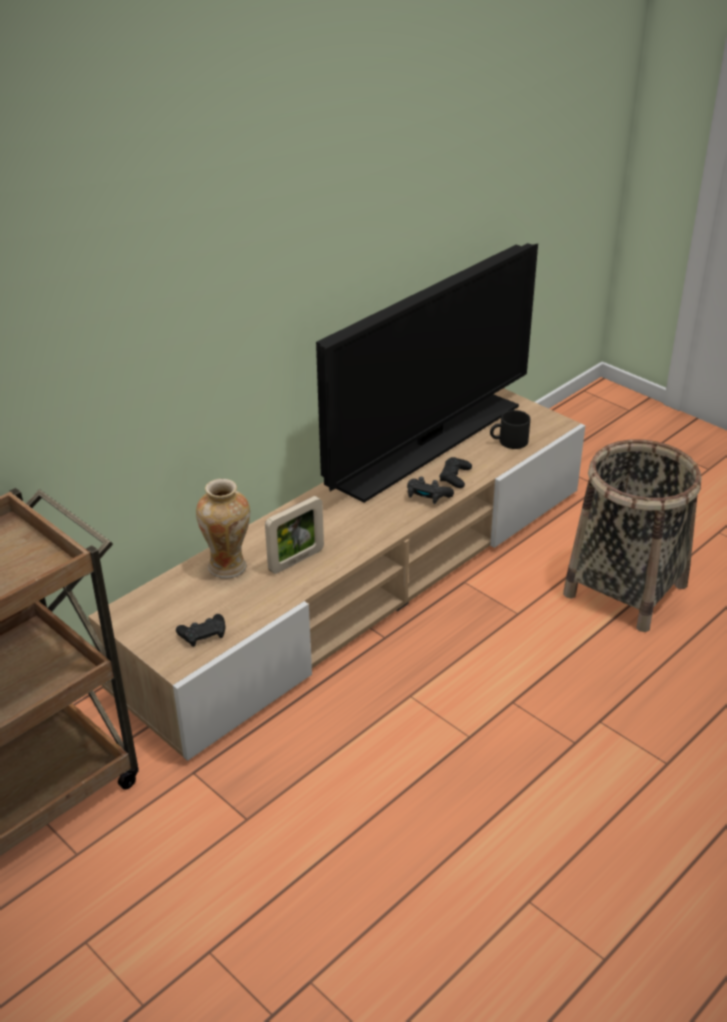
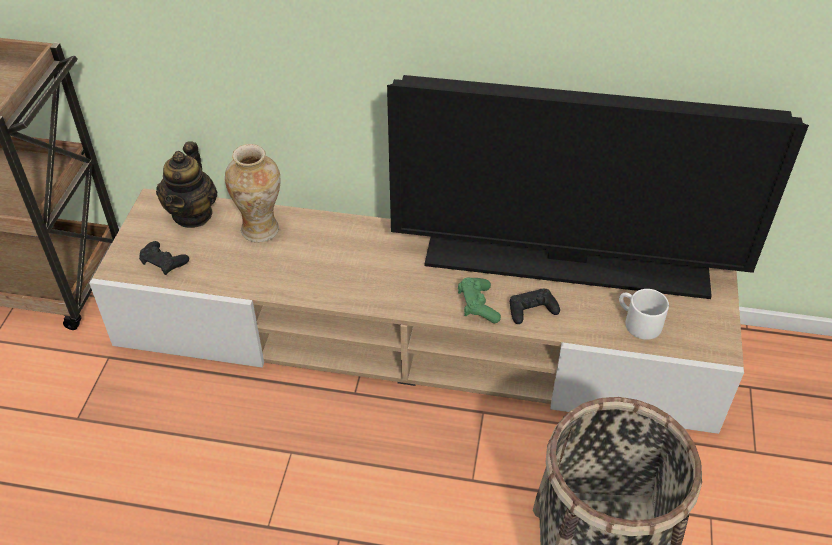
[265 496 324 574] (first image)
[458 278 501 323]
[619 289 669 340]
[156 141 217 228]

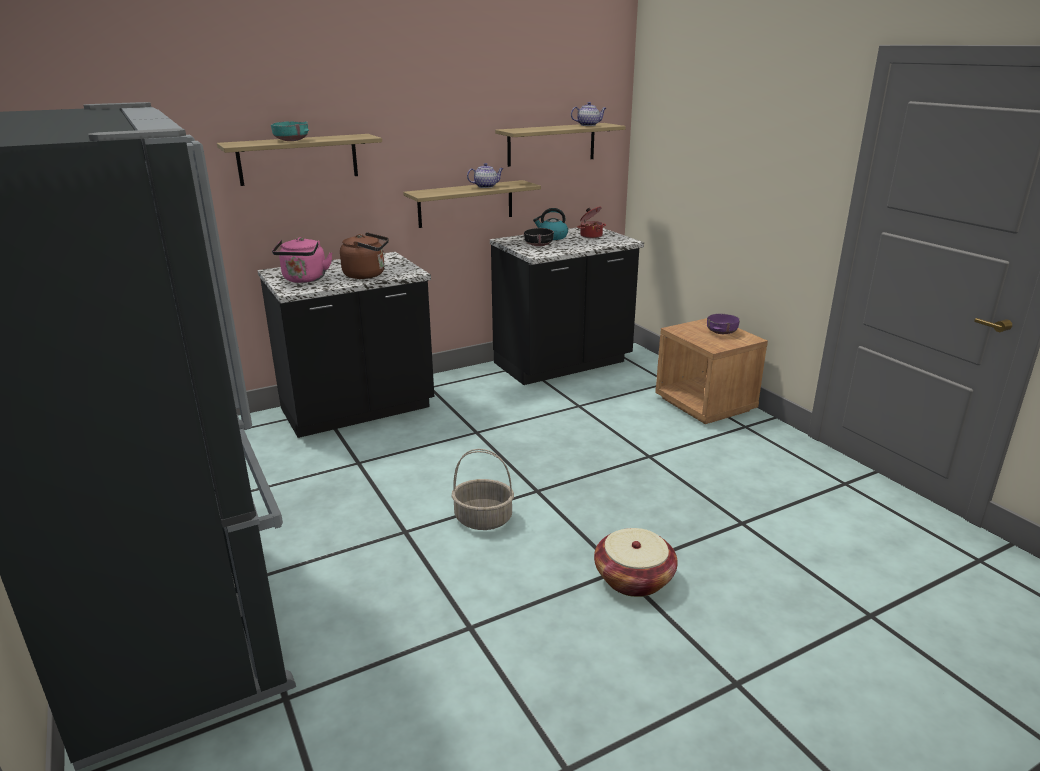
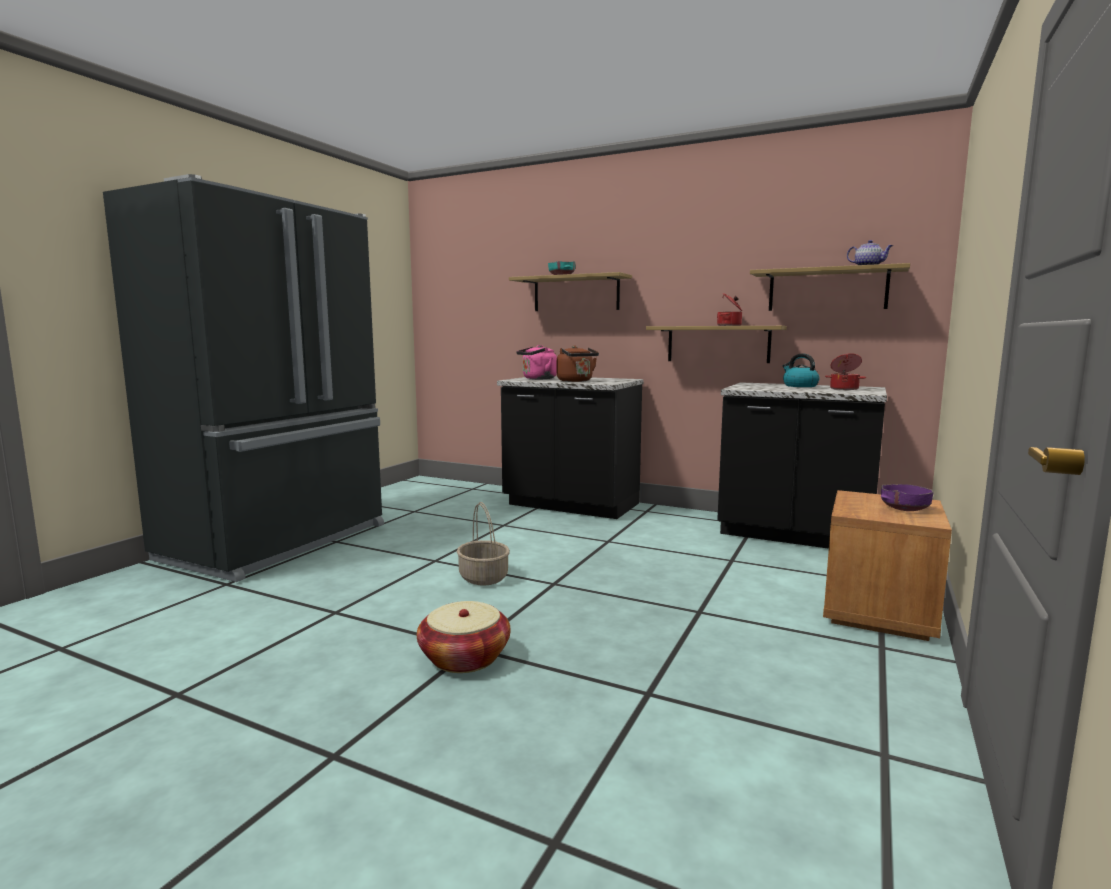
[717 293 742 326]
[524 228 554 246] (first image)

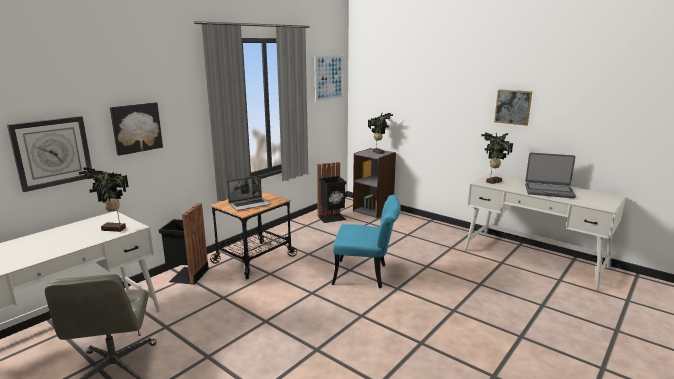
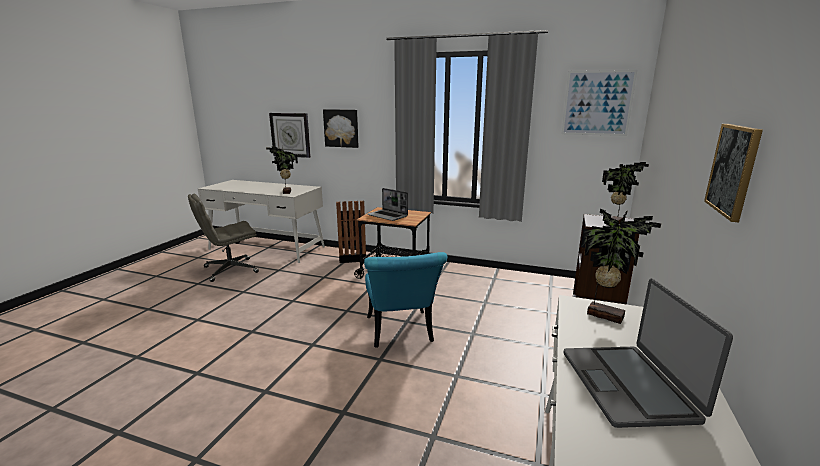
[317 162 347 223] (first image)

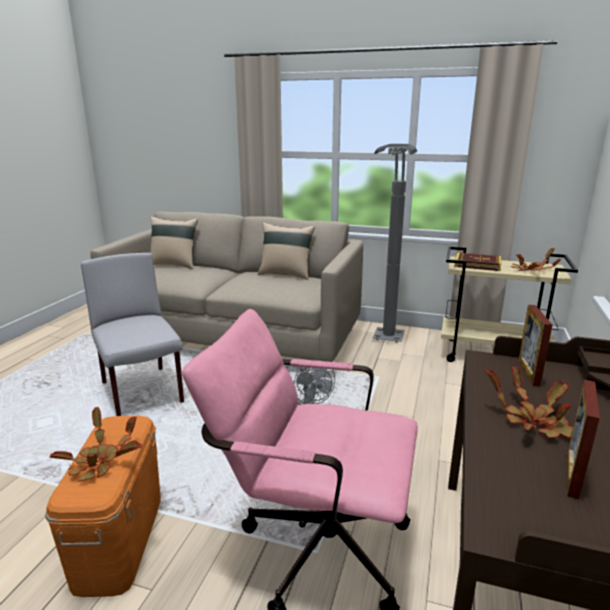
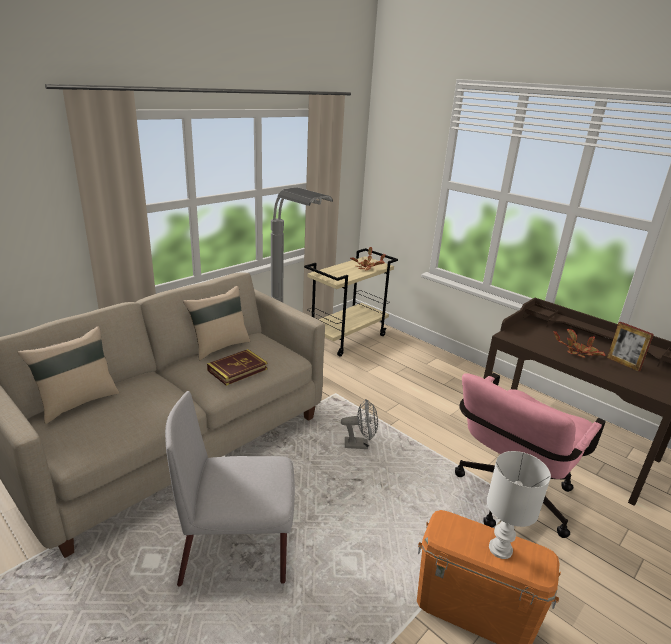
[487 451 551 559]
[207 349 267 386]
[518 305 552 386] (first image)

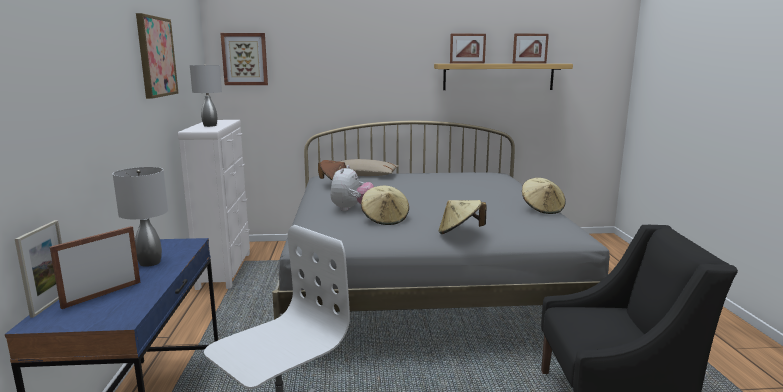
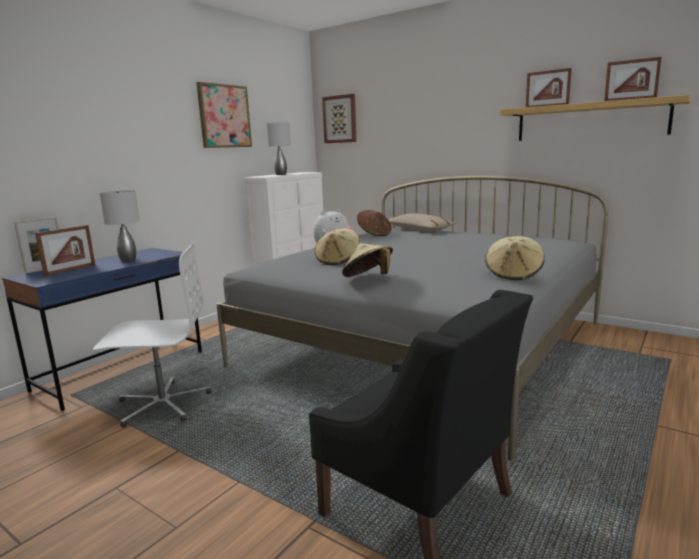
[35 225 95 276]

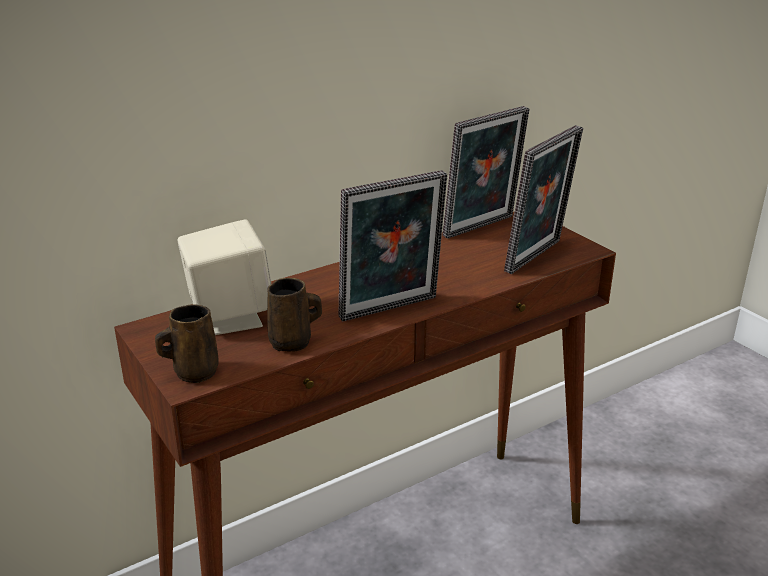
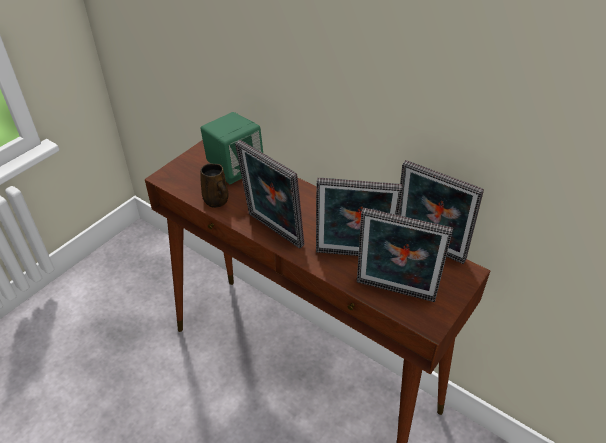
[155 304 218 383] (first image)
[201 112 263 184]
[316 178 403 256]

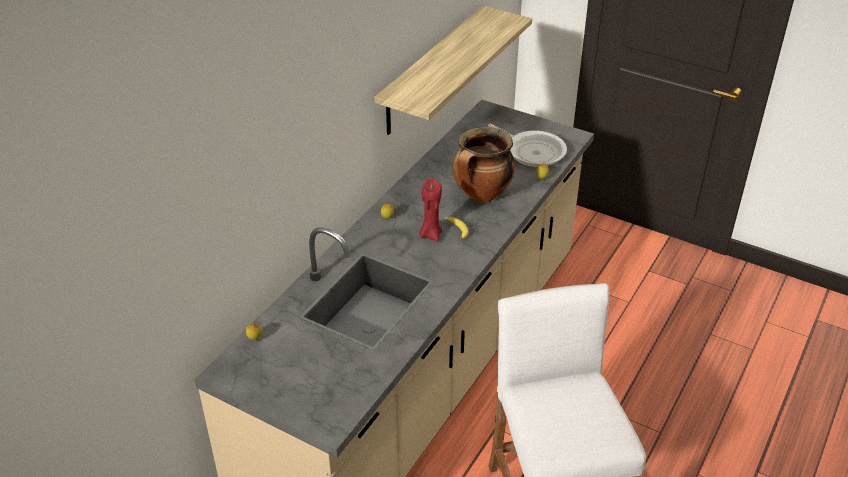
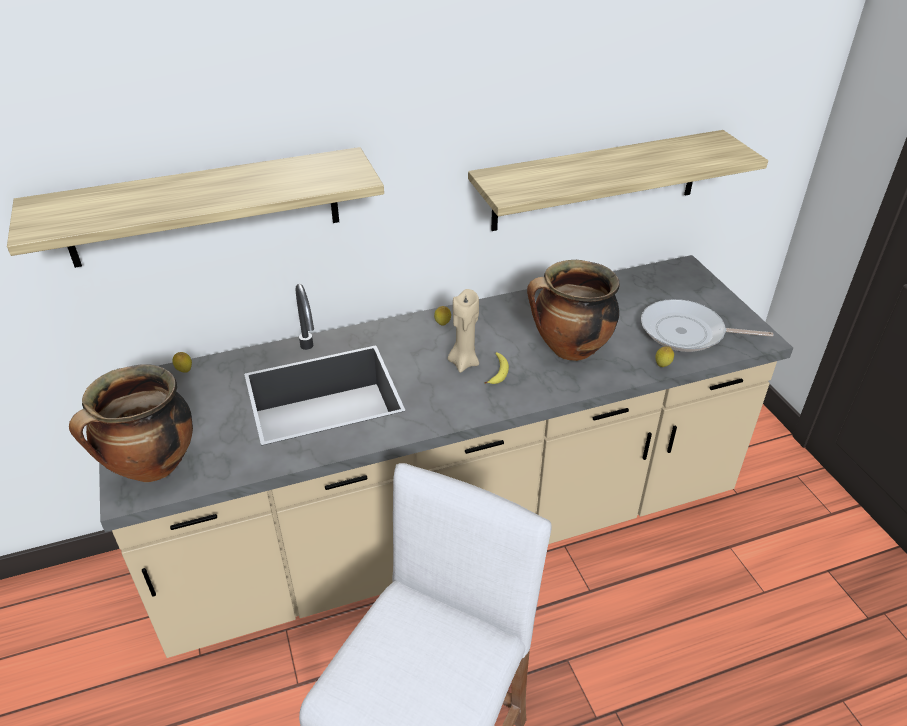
[447 289 479 373]
[641 299 773 352]
[7 147 384 268]
[69 364 193 482]

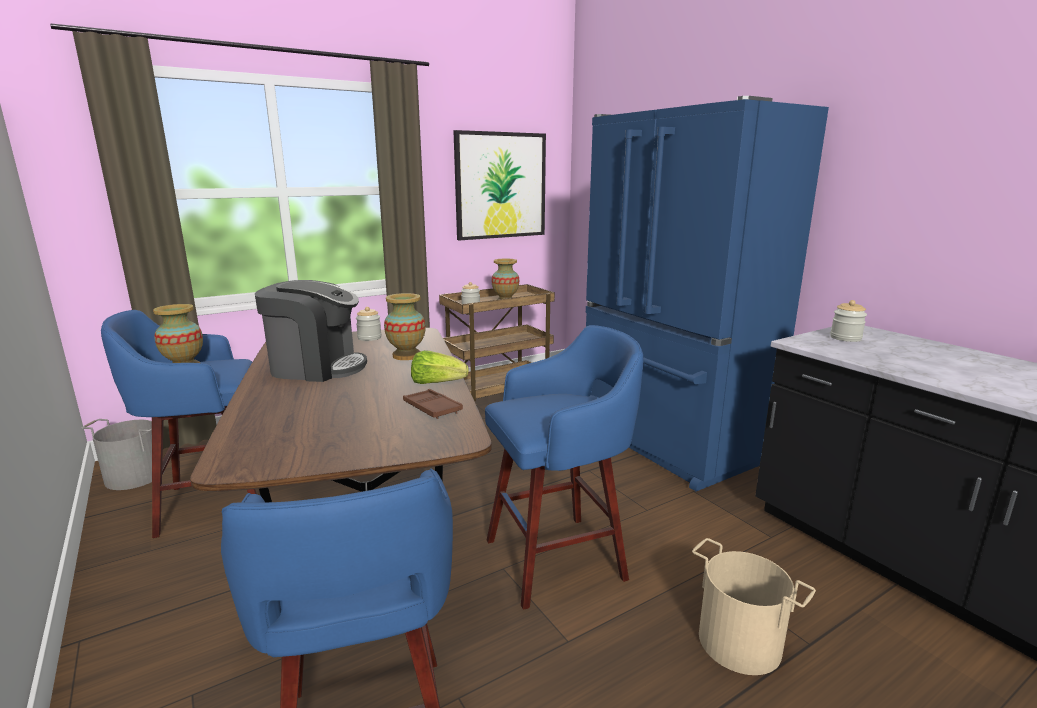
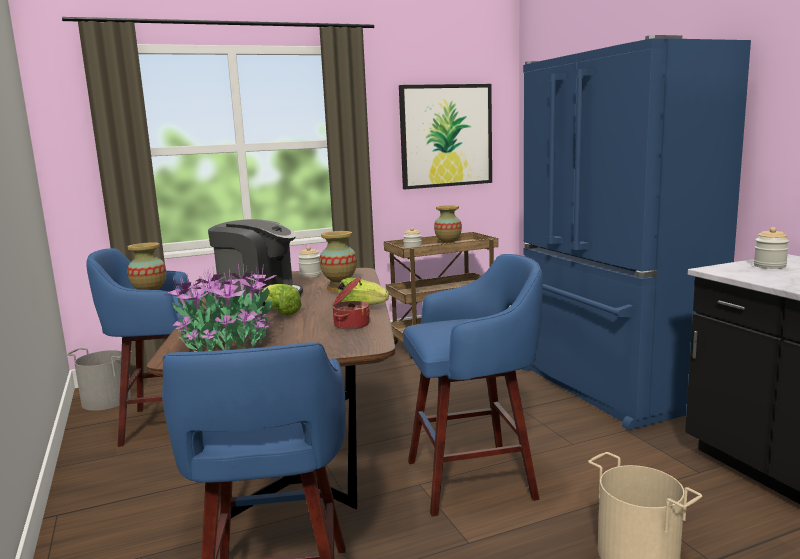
[333 277 370 330]
[166 264 276 352]
[262 284 302 315]

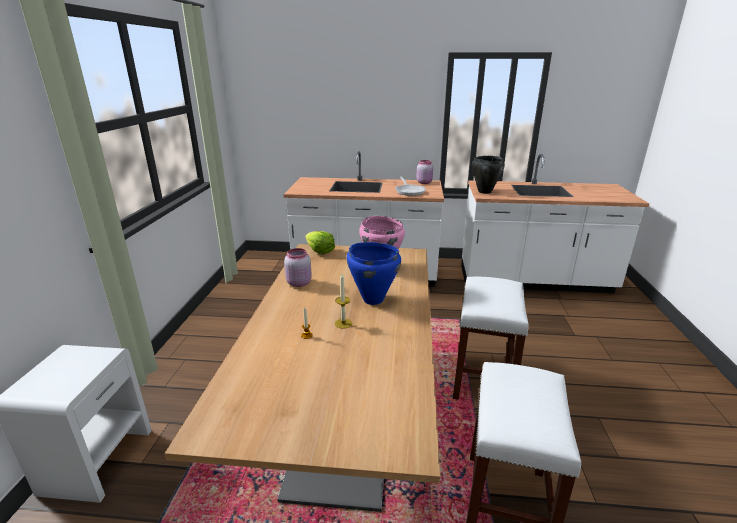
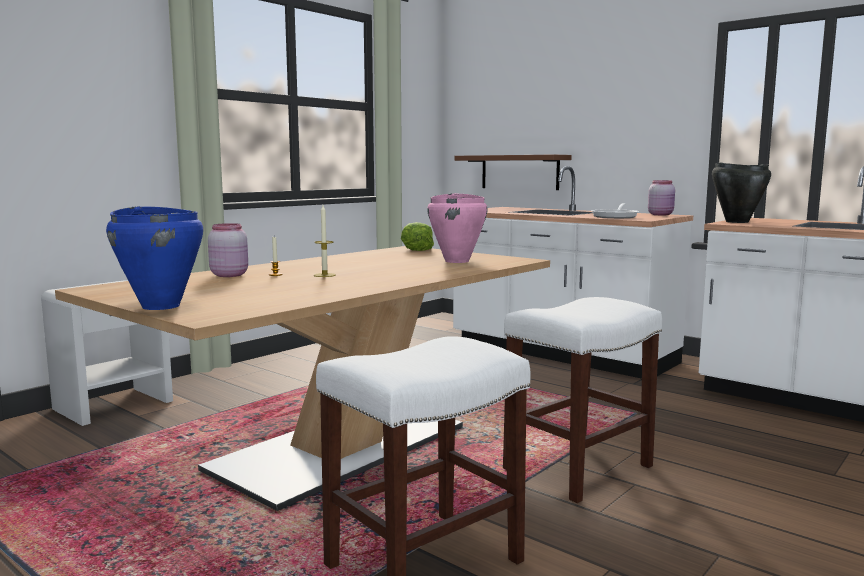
[208 223 248 277]
[106 206 203 310]
[454 155 572 190]

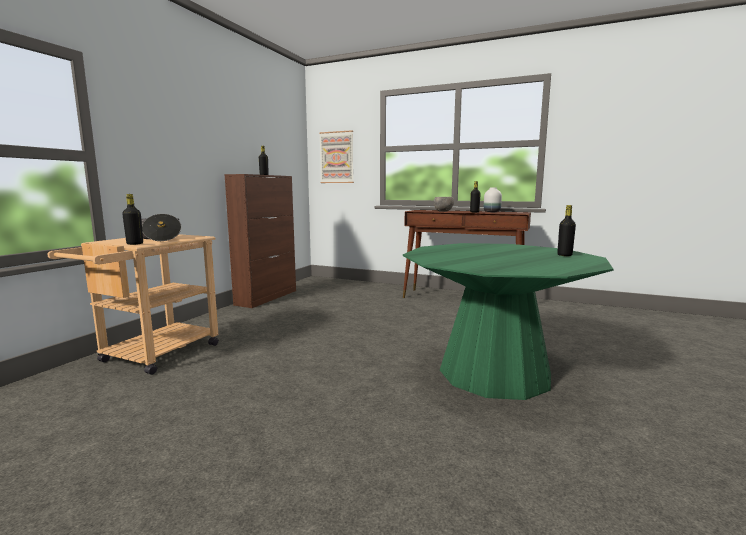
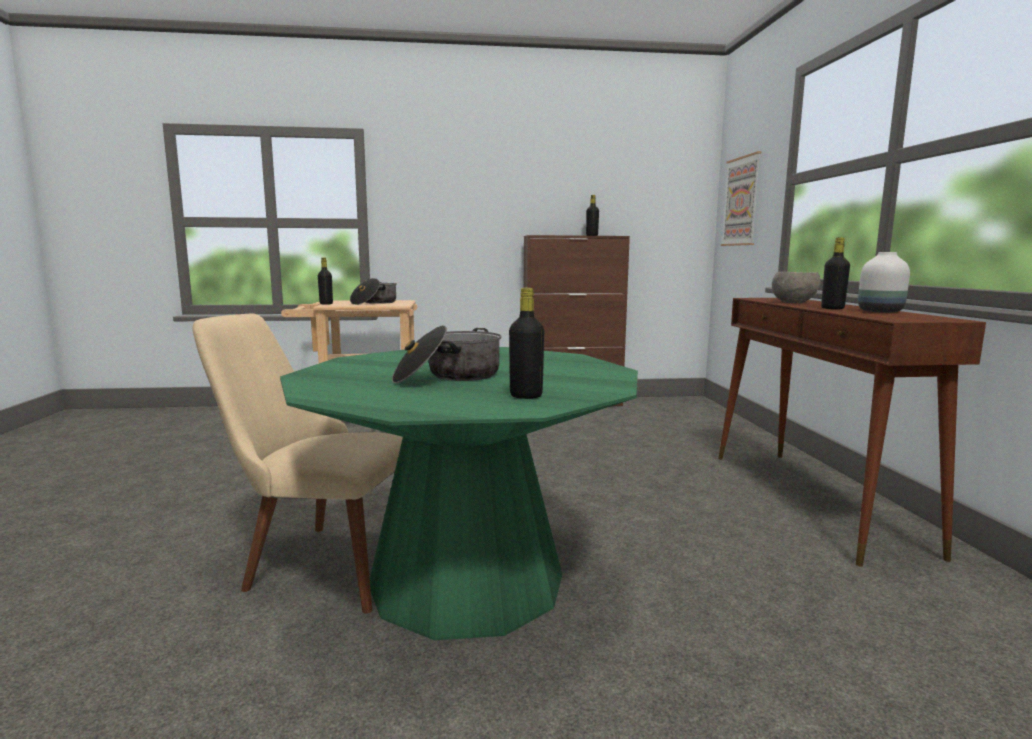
[192 313 403 614]
[392 325 501 383]

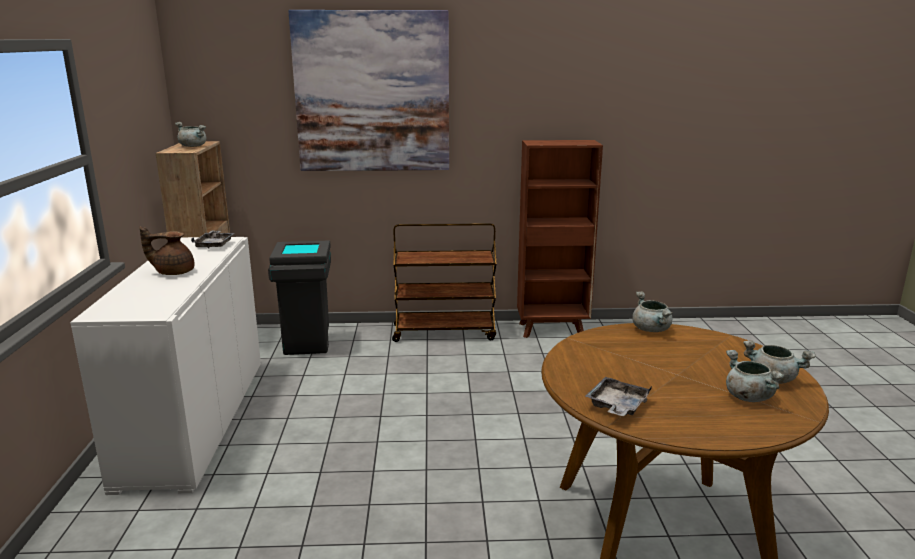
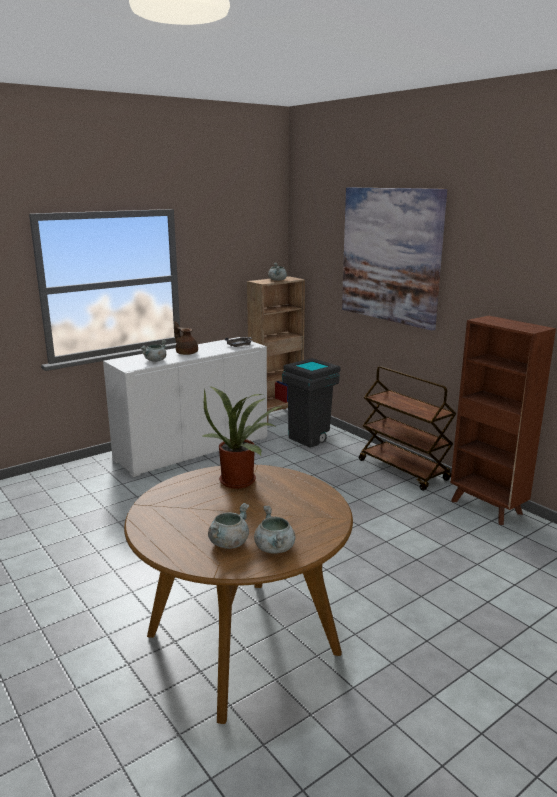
[585 377 652 416] (first image)
[141 340 166 362]
[202 386 283 489]

